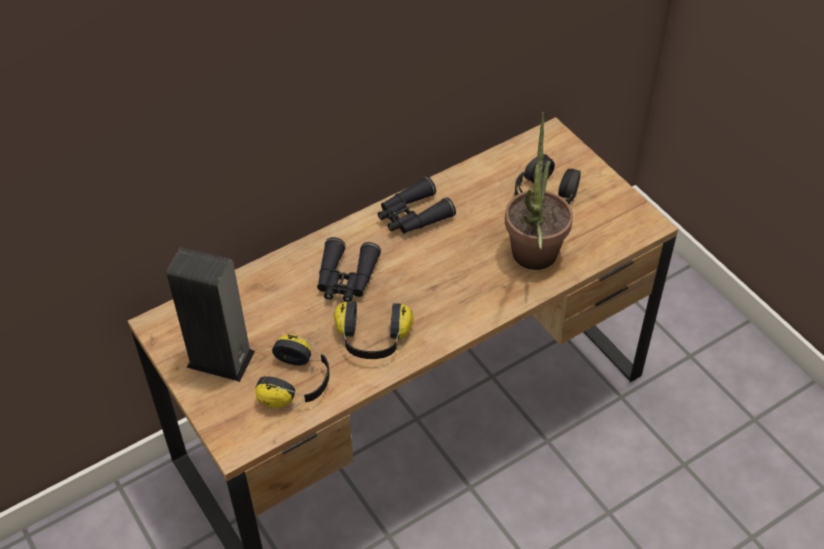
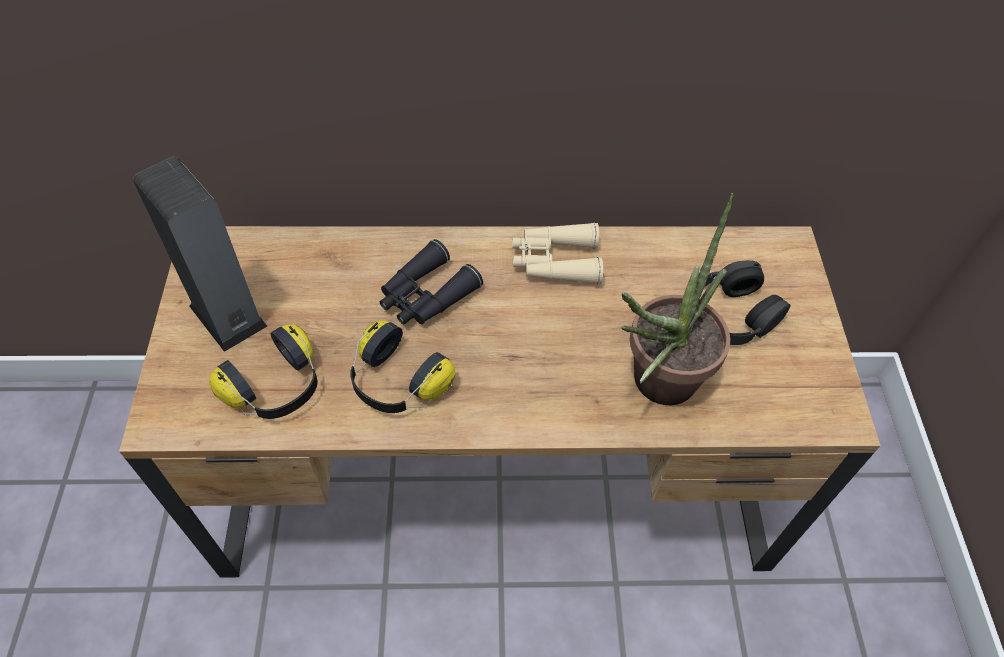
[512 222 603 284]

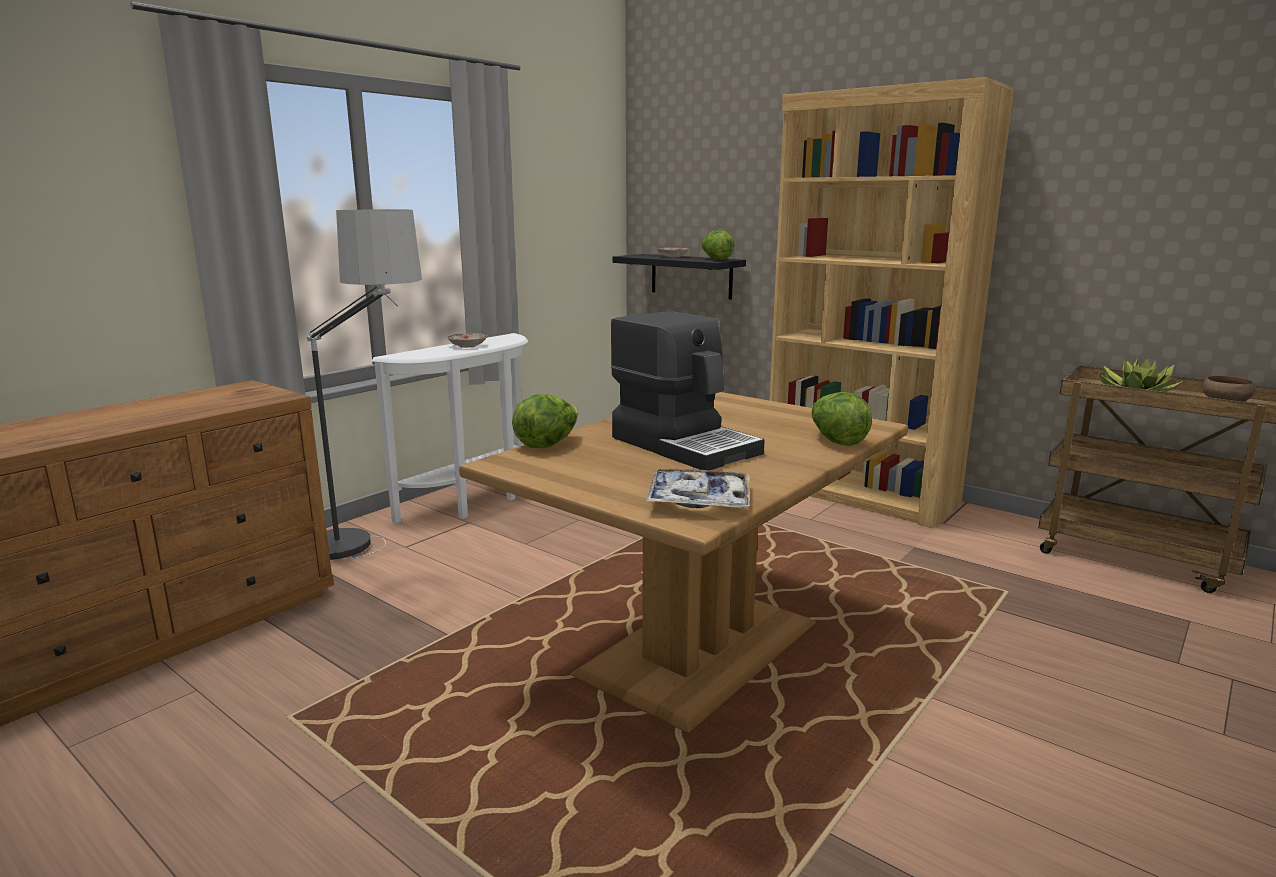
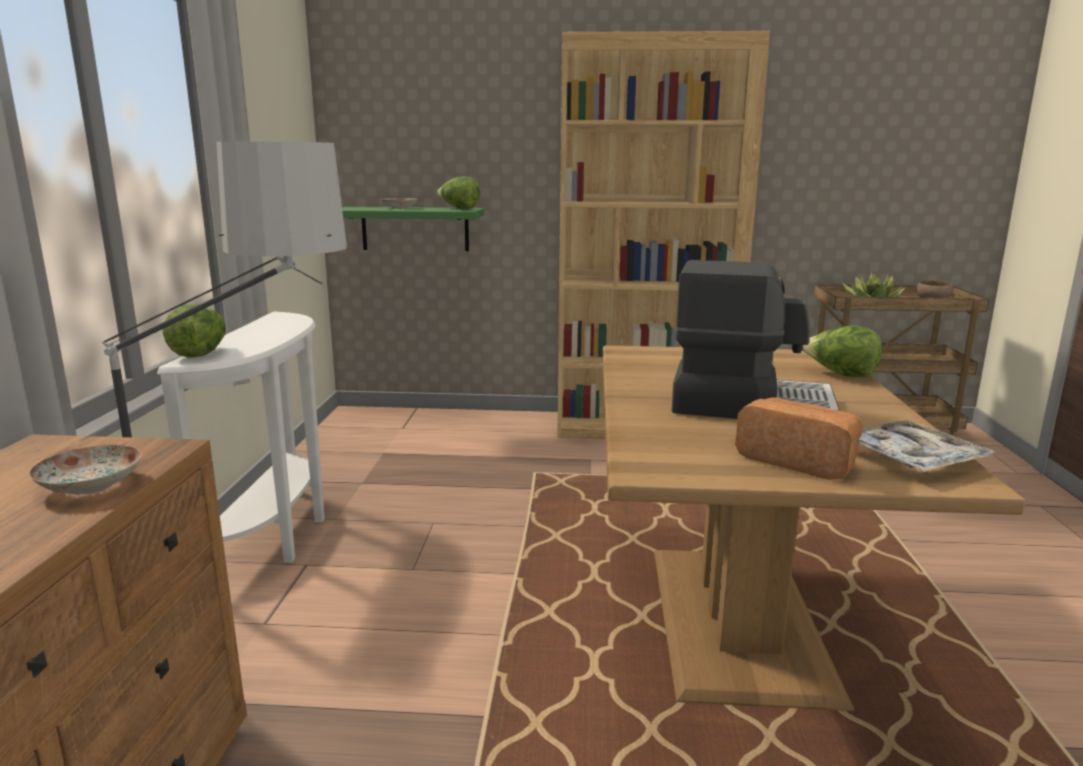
[29 445 141 494]
[162 304 226 358]
[342 207 484 251]
[735 397 863 480]

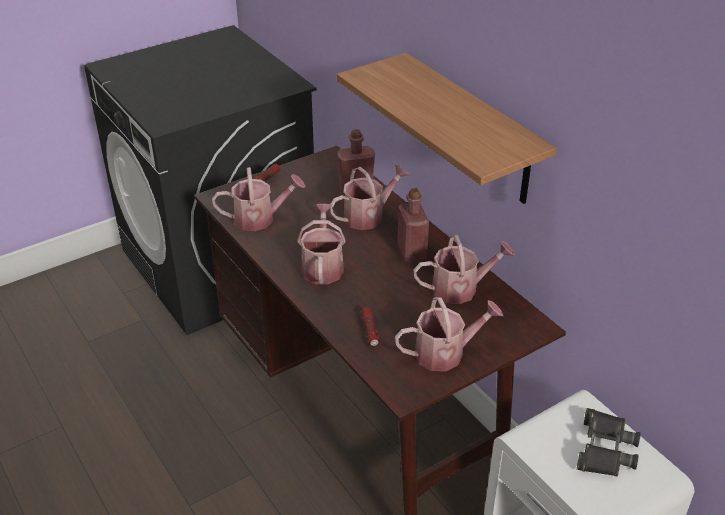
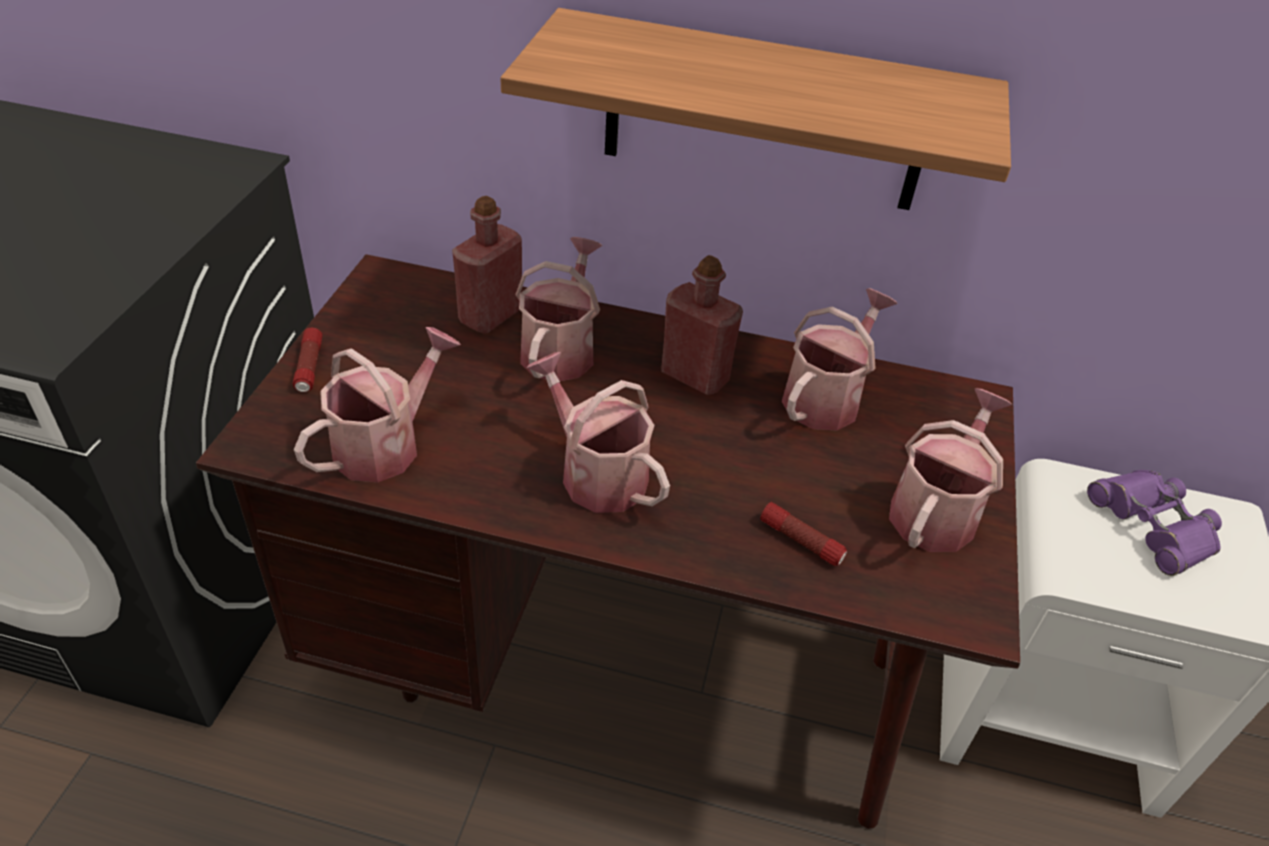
[1087 470 1222 576]

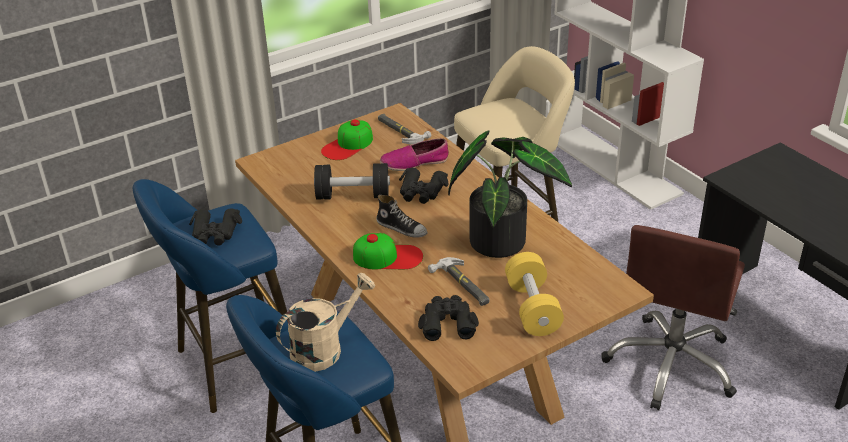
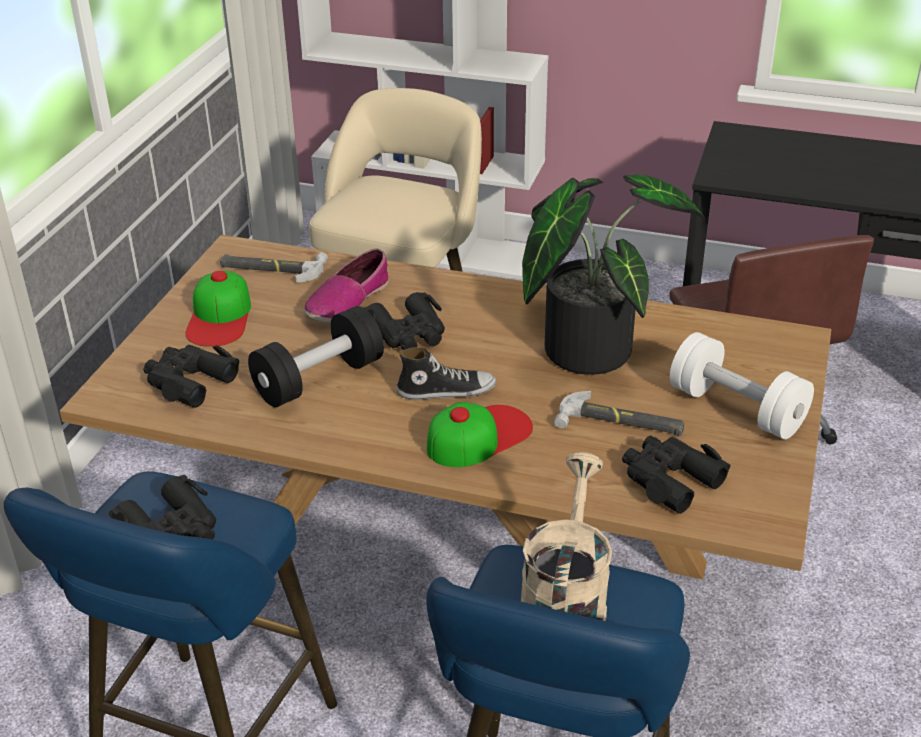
[670 332 814 440]
[143 345 239 408]

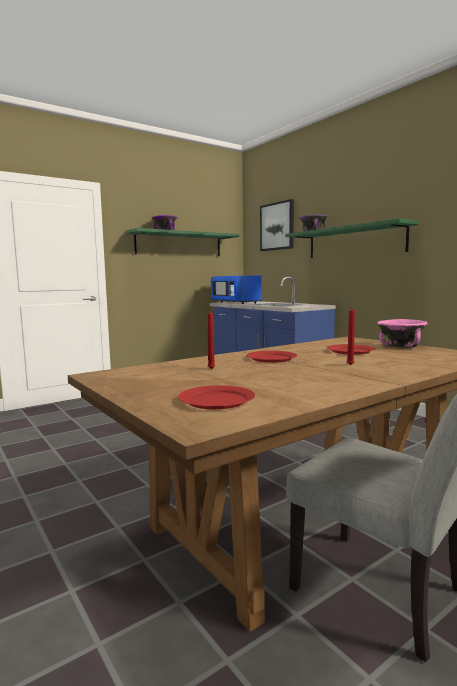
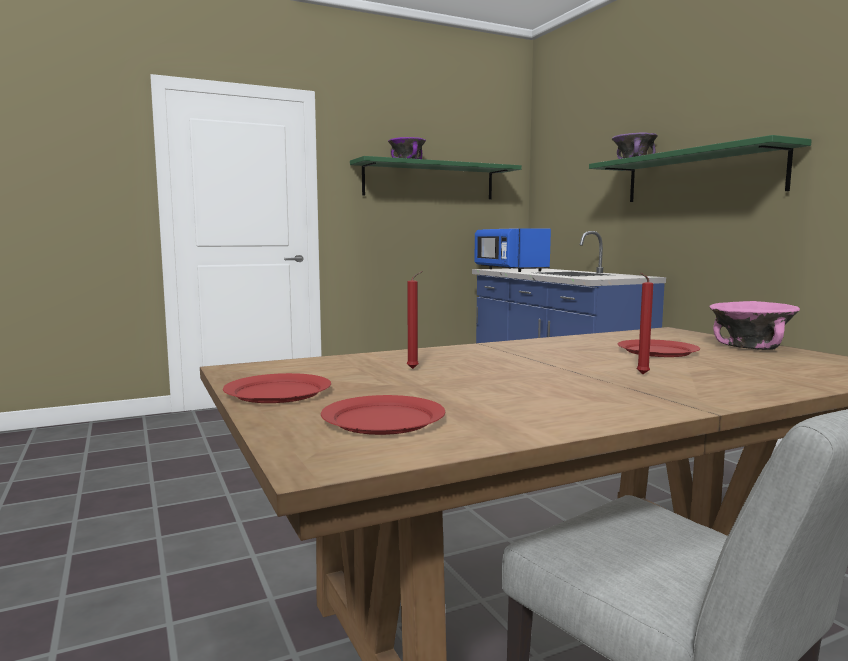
[223 373 331 403]
[260 199 294 251] (first image)

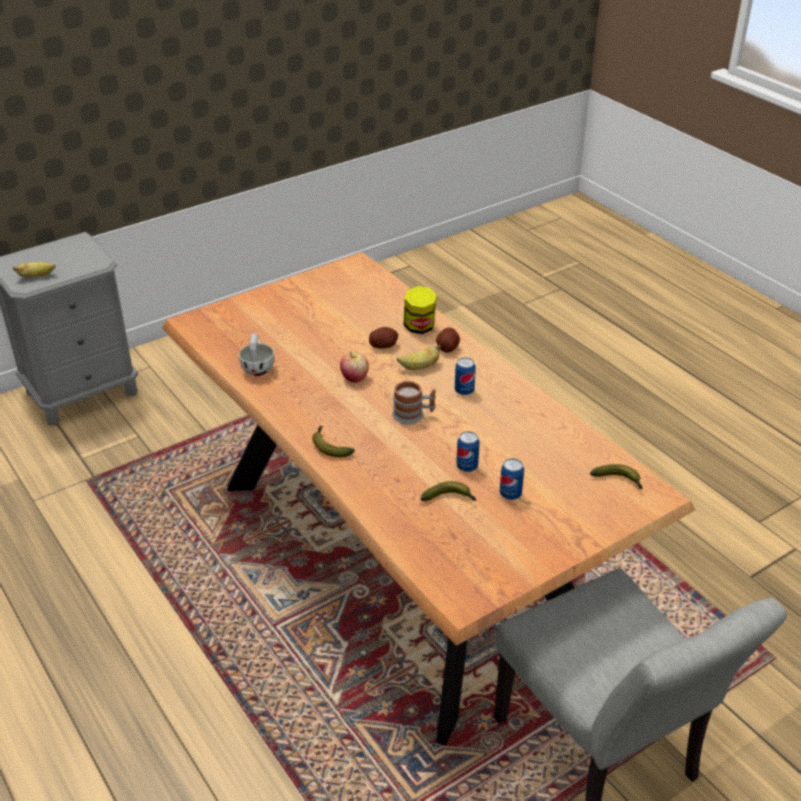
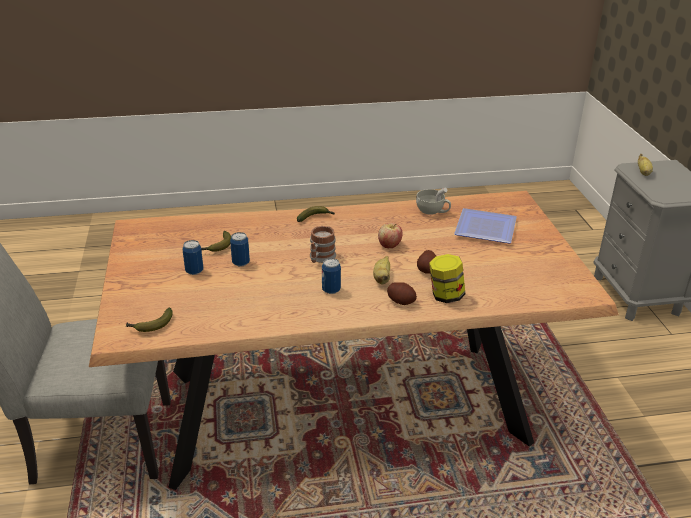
[454 208 517 243]

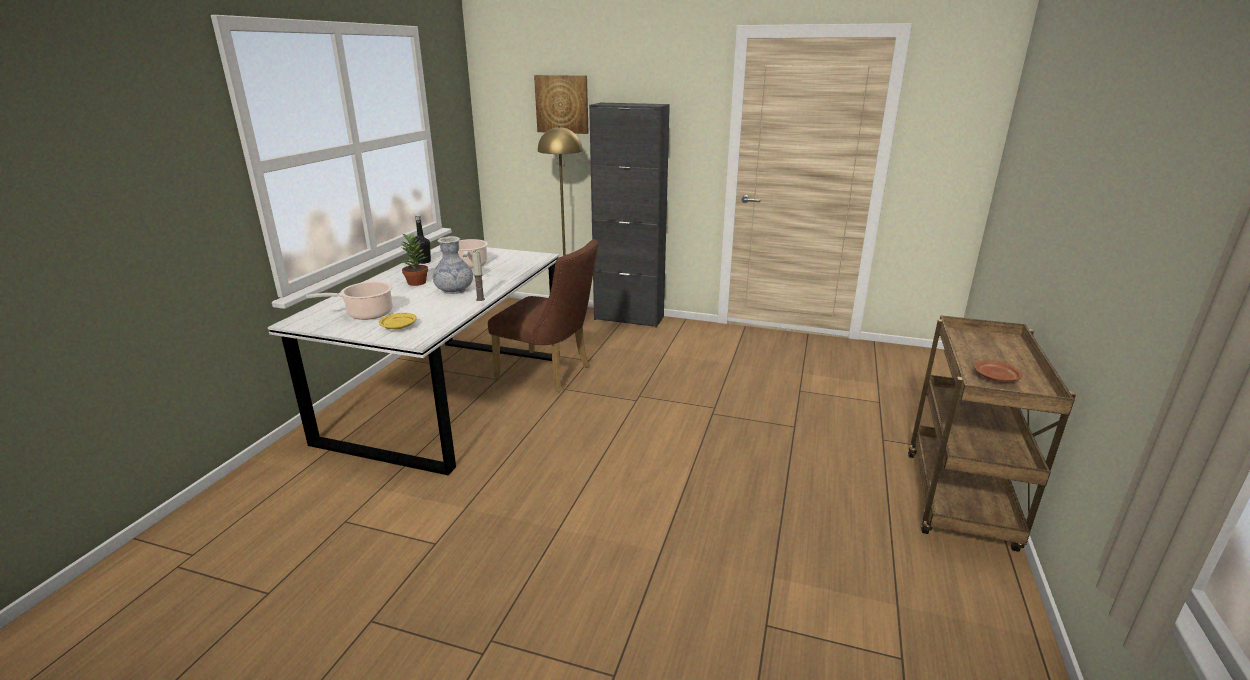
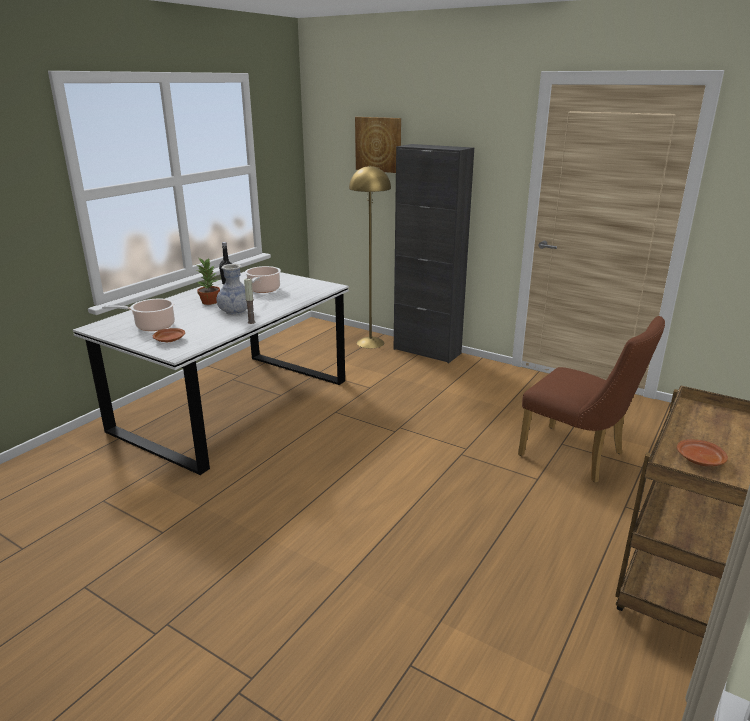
[153 328 185 342]
[518 316 665 483]

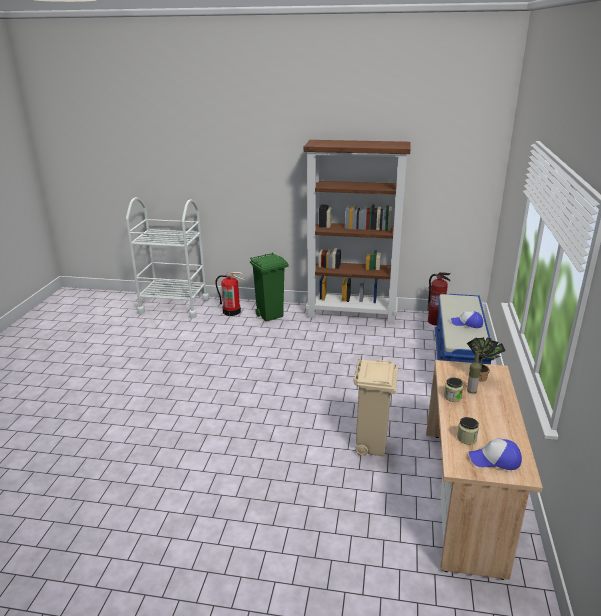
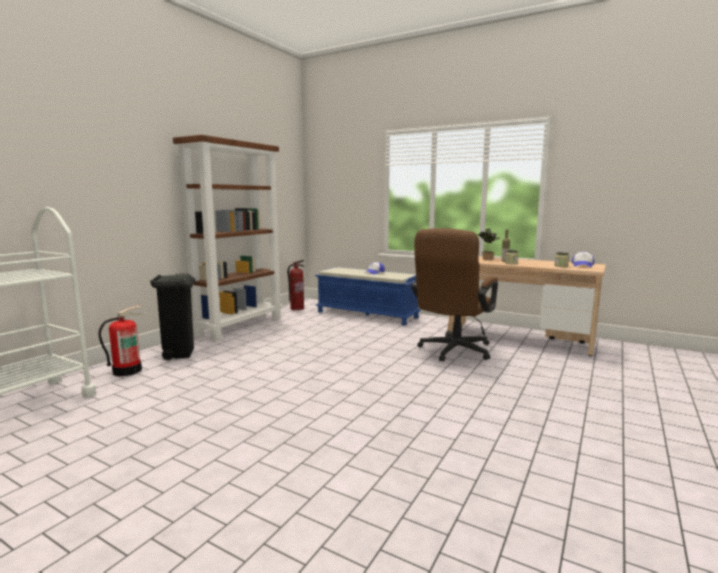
[150 273 195 360]
[411 228 498 361]

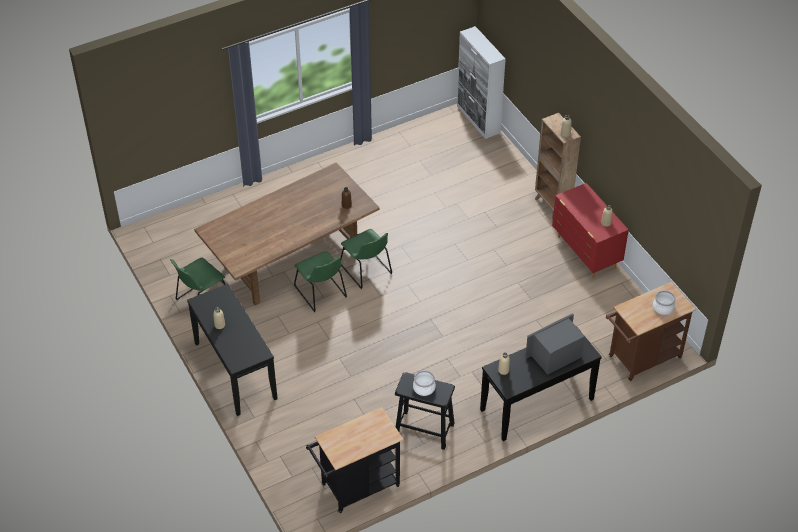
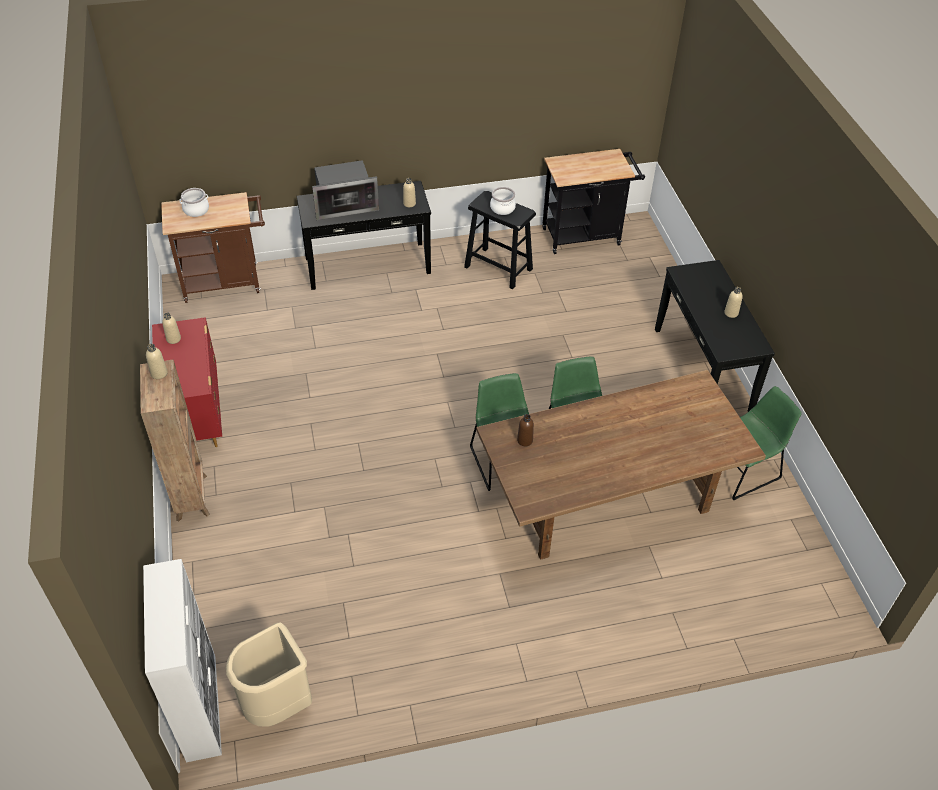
[226 622 312 727]

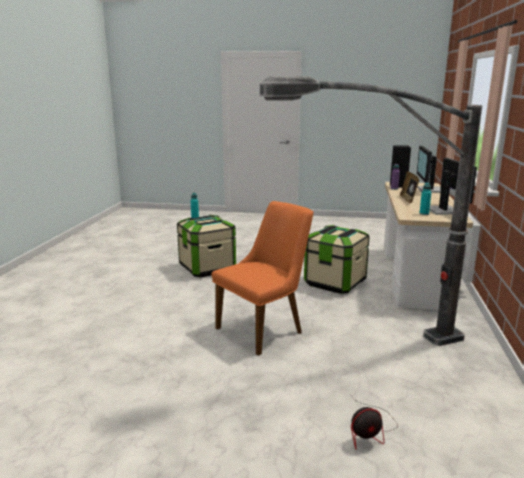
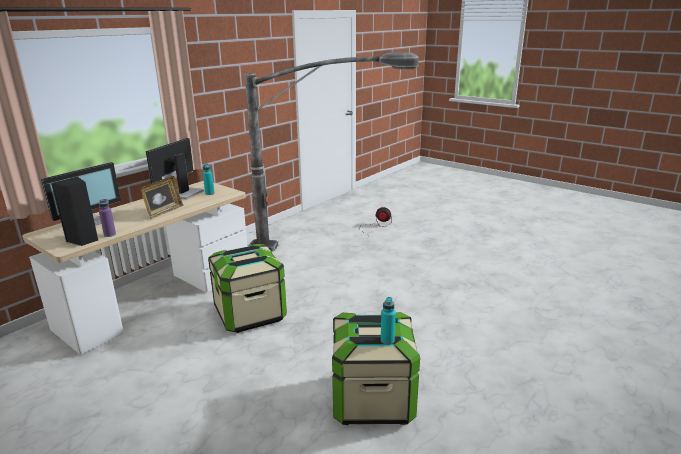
[211 201 313 356] (first image)

